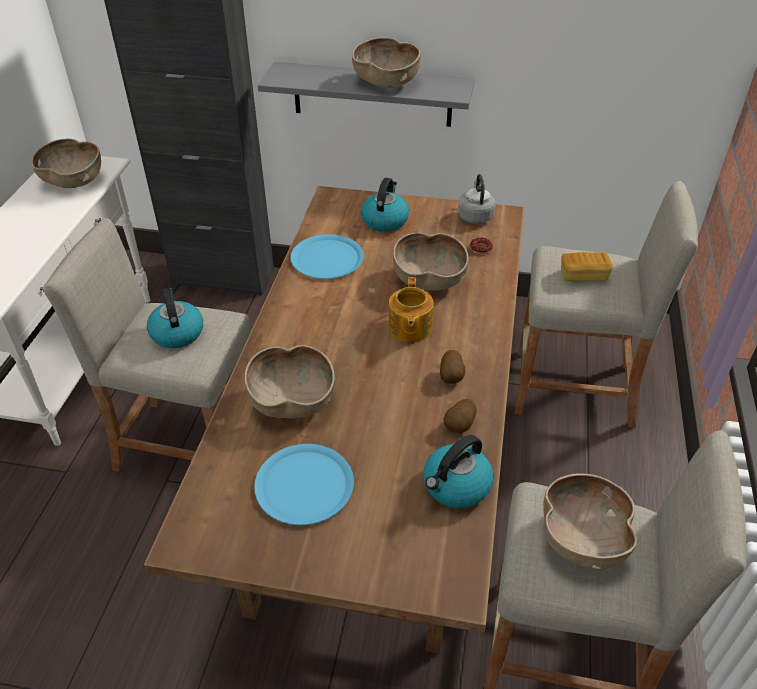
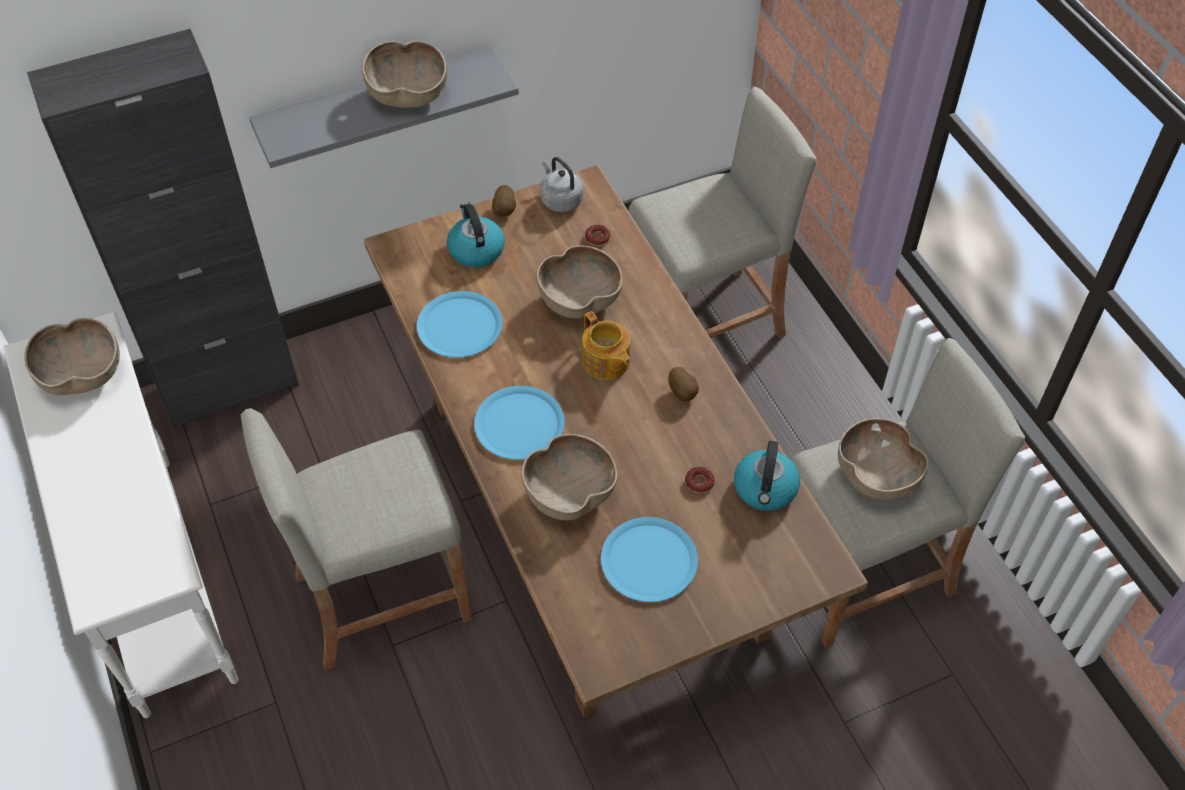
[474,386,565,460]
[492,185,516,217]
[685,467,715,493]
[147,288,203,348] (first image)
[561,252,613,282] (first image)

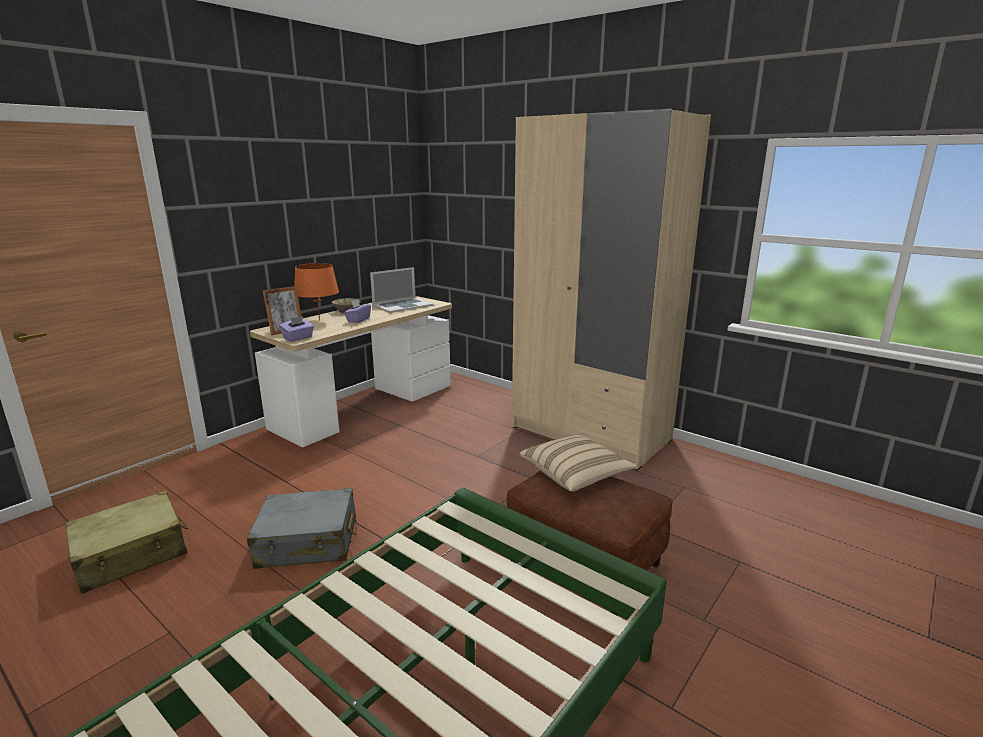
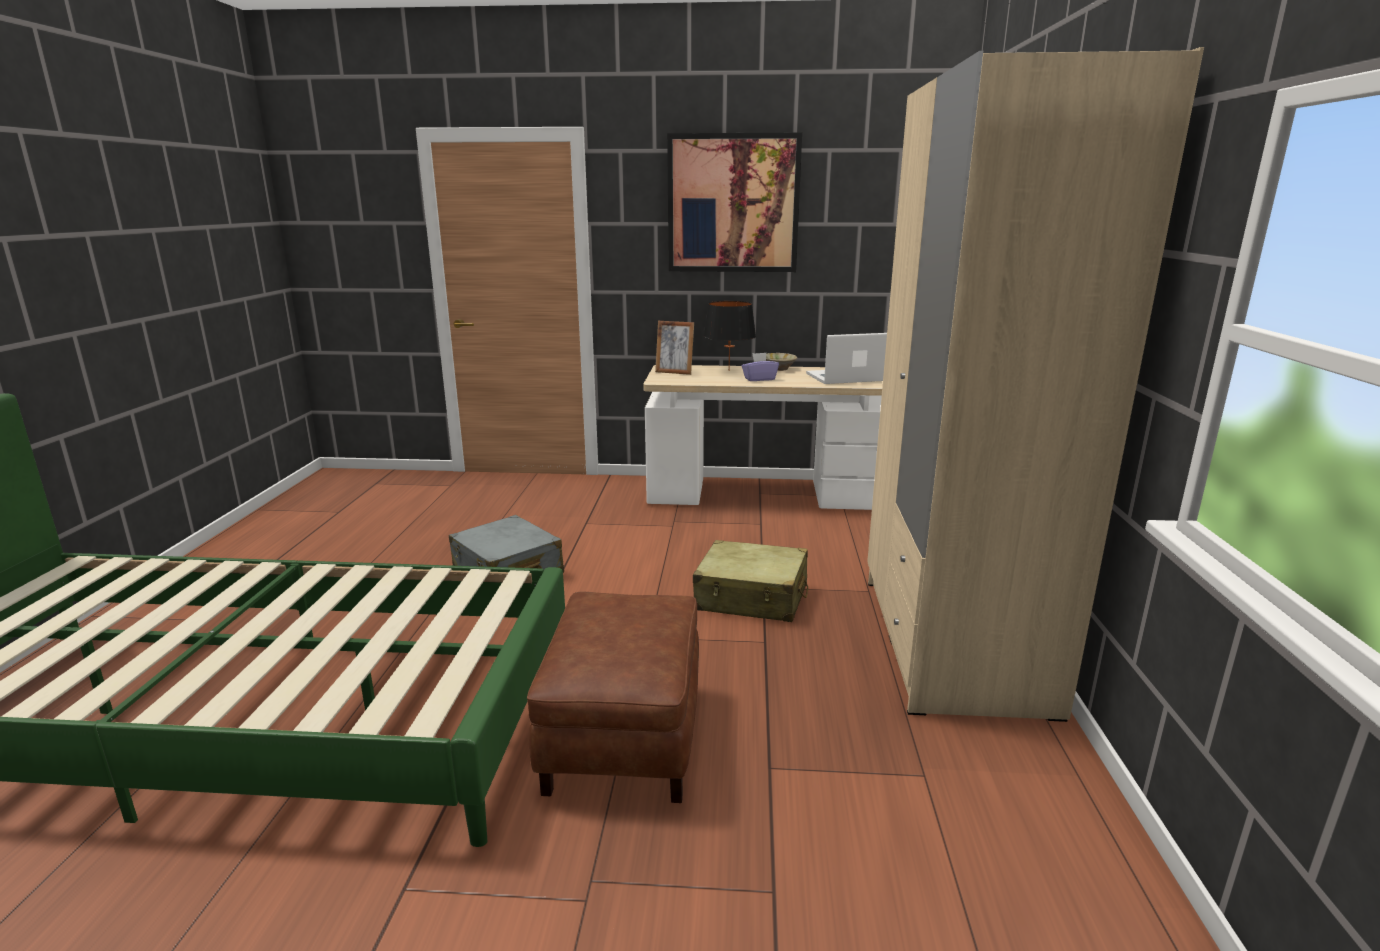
[667,133,802,272]
[693,540,808,622]
[703,301,756,370]
[806,333,887,384]
[279,316,314,342] (first image)
[520,433,637,492] (first image)

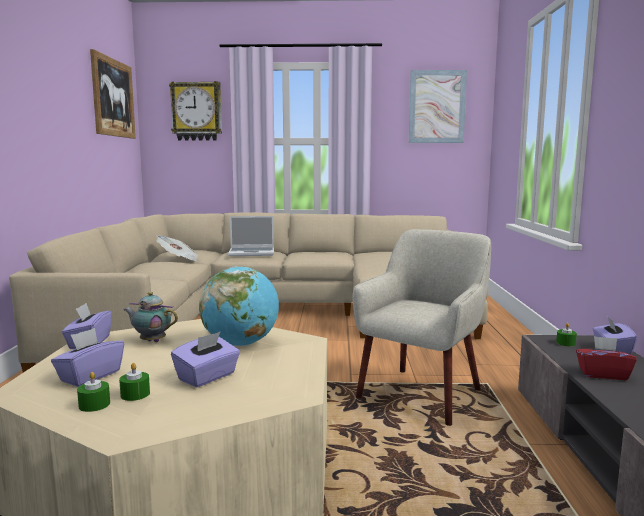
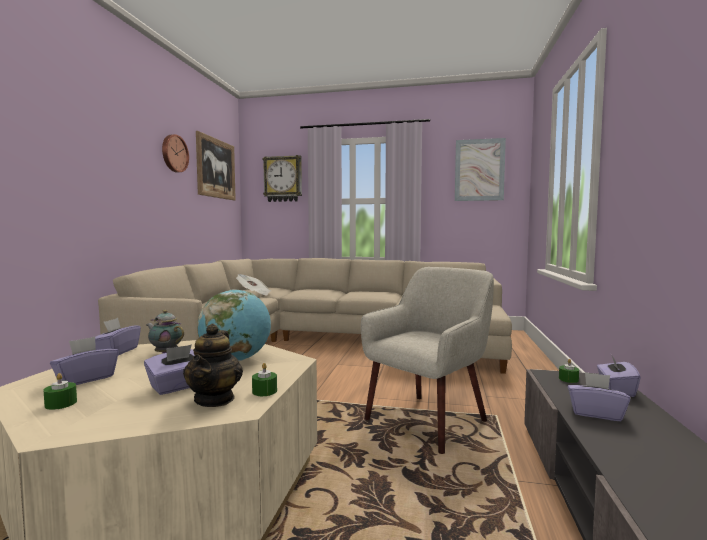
[162,134,189,172]
[183,324,243,407]
[252,363,277,396]
[568,372,630,421]
[228,216,274,256] (first image)

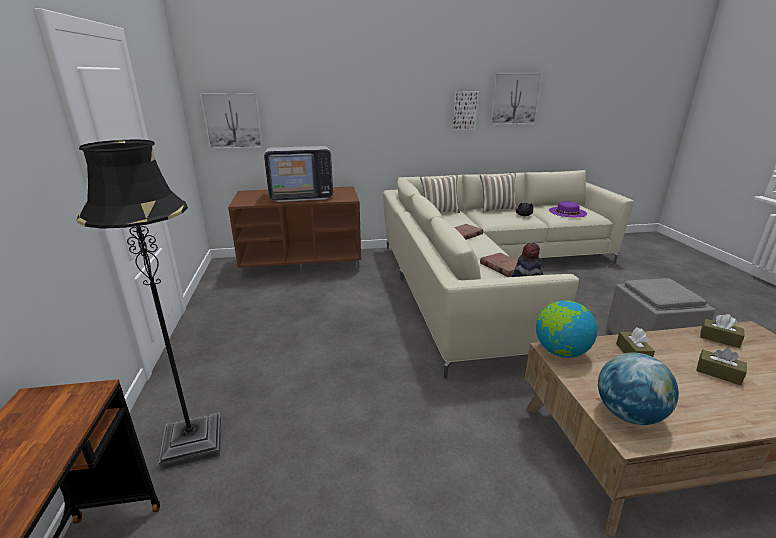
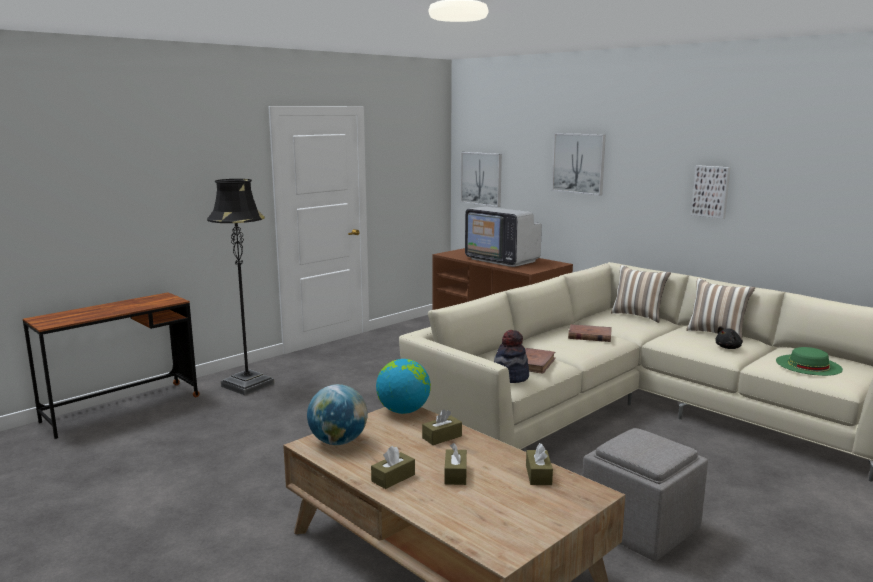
[371,446,415,489]
[552,133,606,195]
[776,347,843,376]

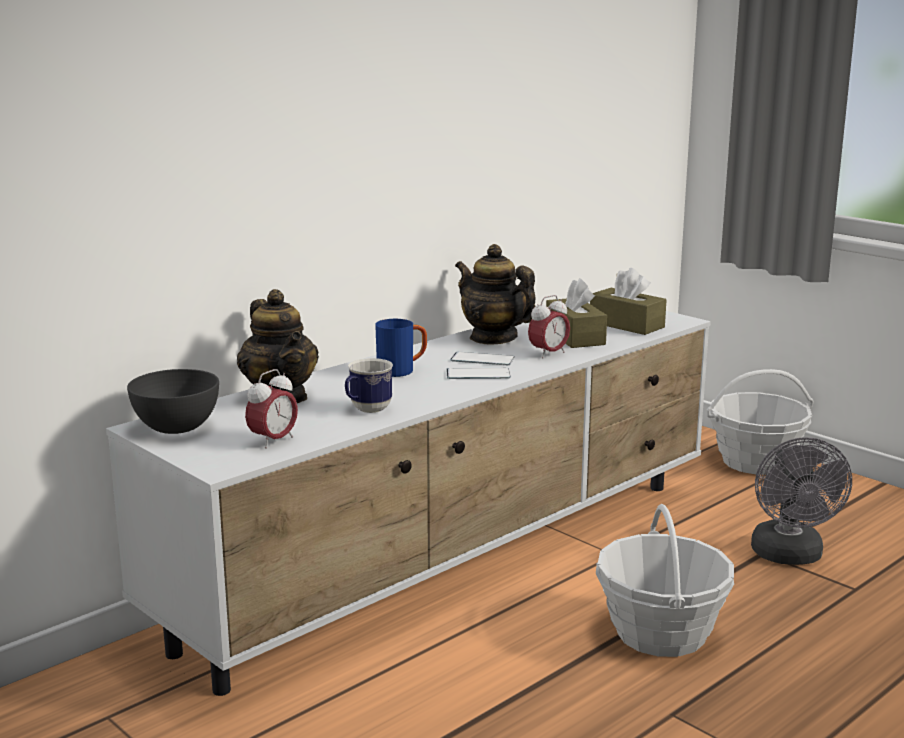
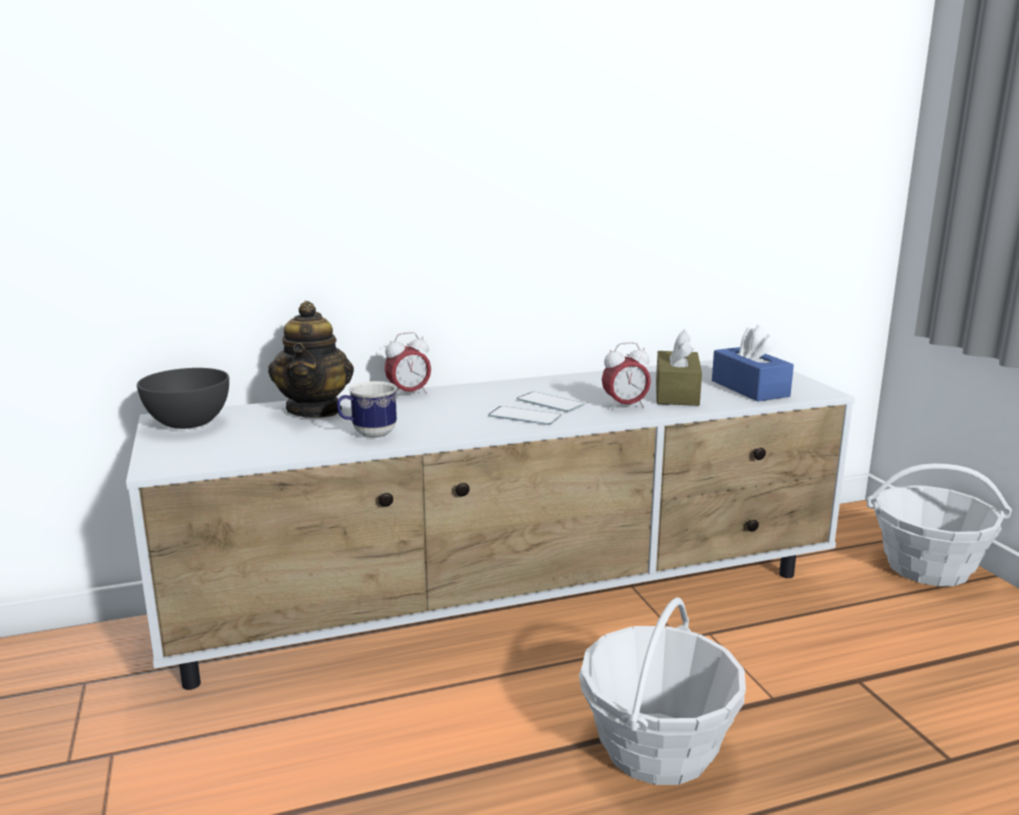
[385,332,431,398]
[712,325,794,401]
[375,319,427,377] (first image)
[455,244,536,344] (first image)
[751,437,852,565] (first image)

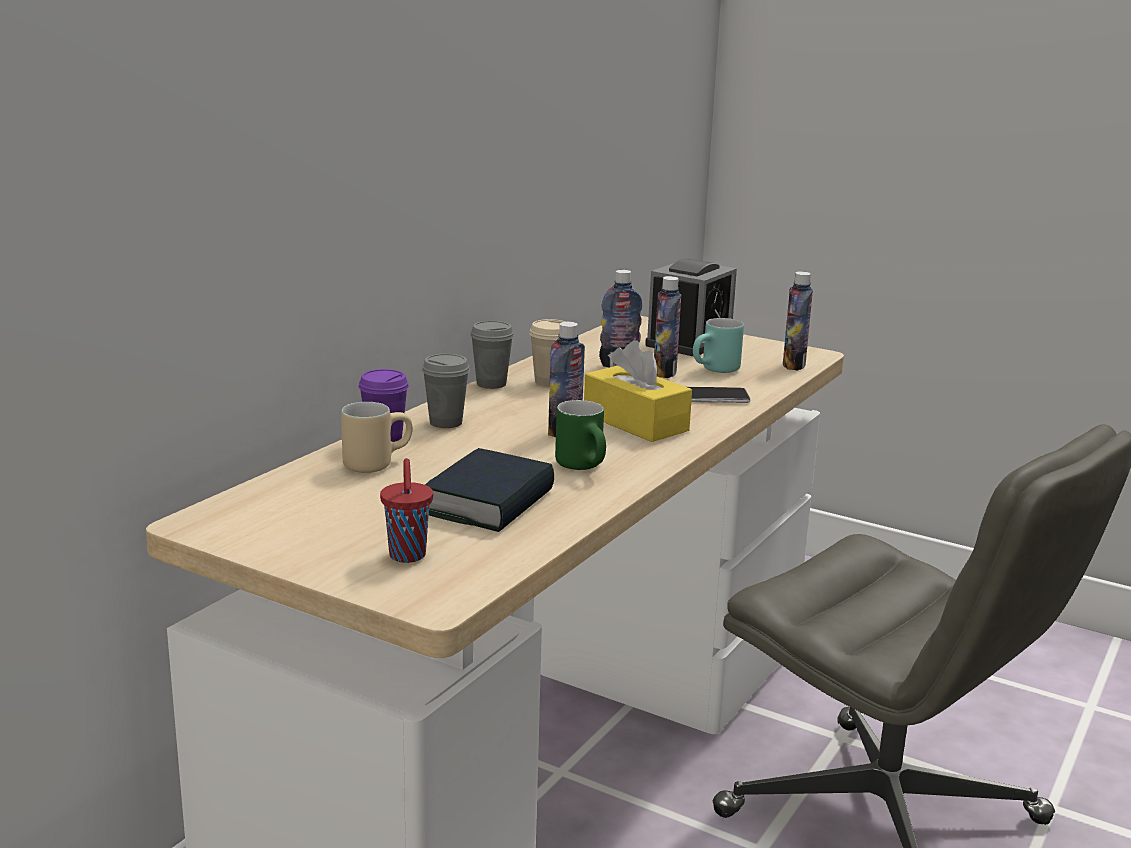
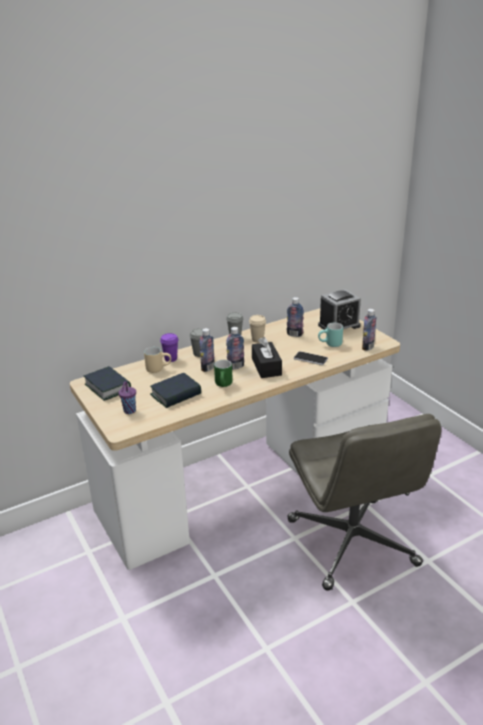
[84,366,131,401]
[118,381,136,414]
[200,328,215,372]
[252,337,282,378]

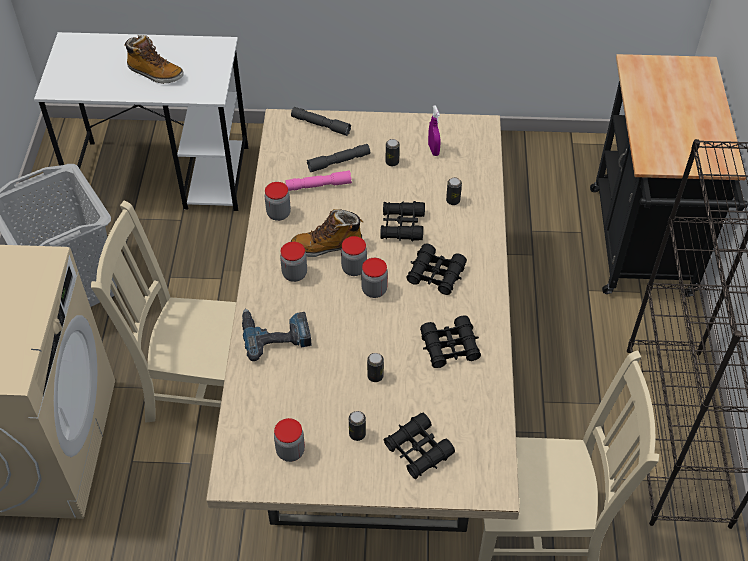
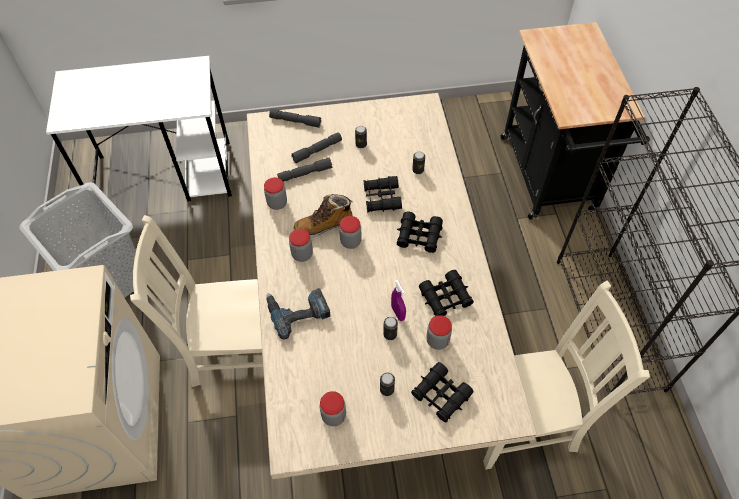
[277,158,332,182]
[391,280,406,321]
[426,315,452,350]
[124,35,184,84] (first image)

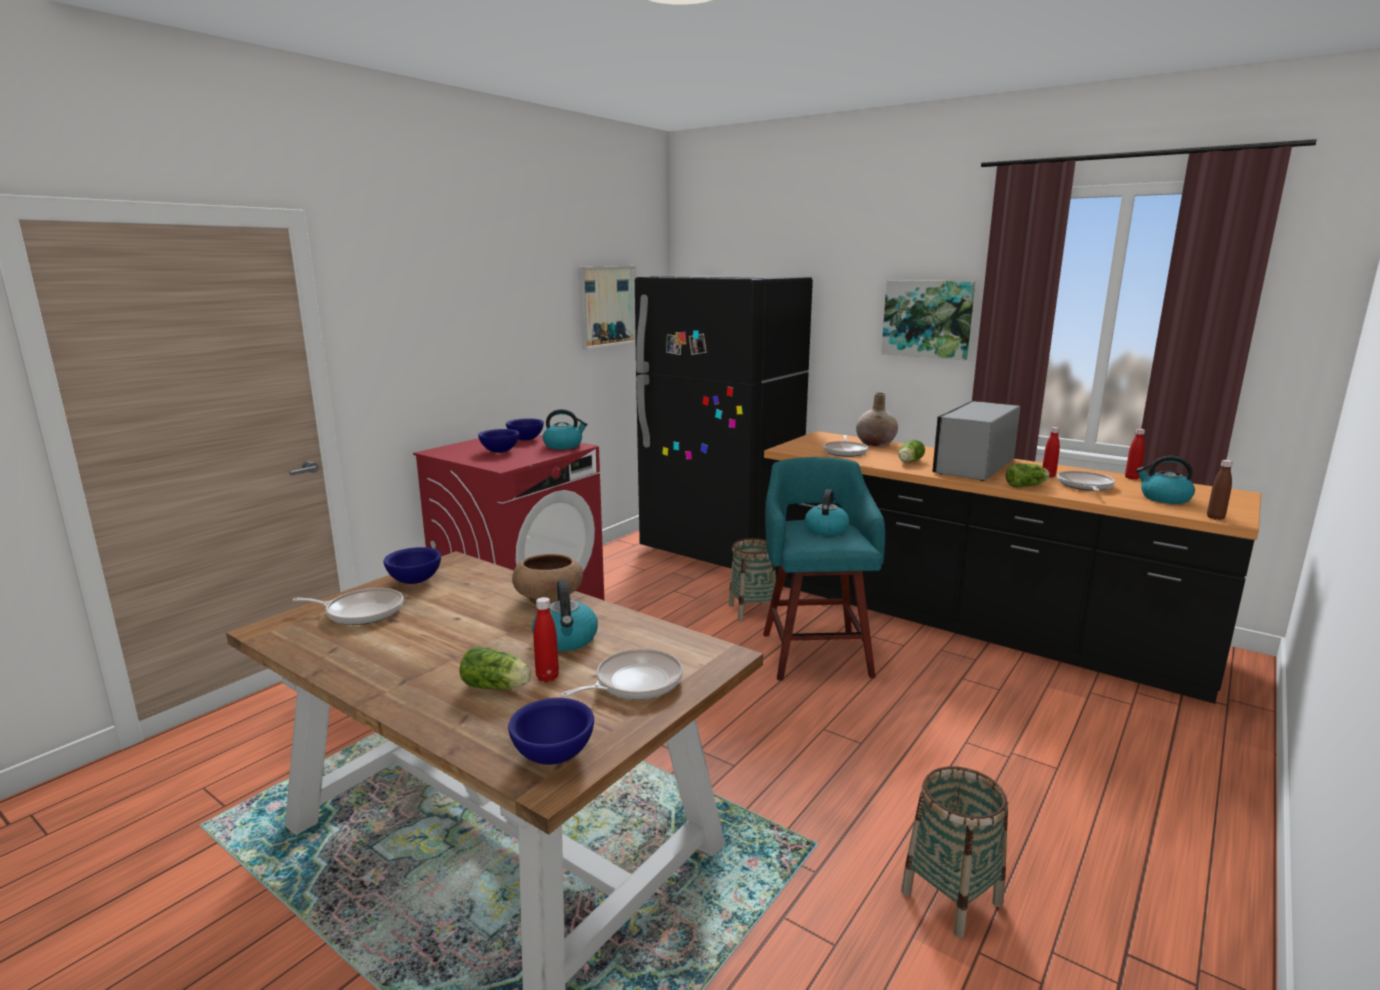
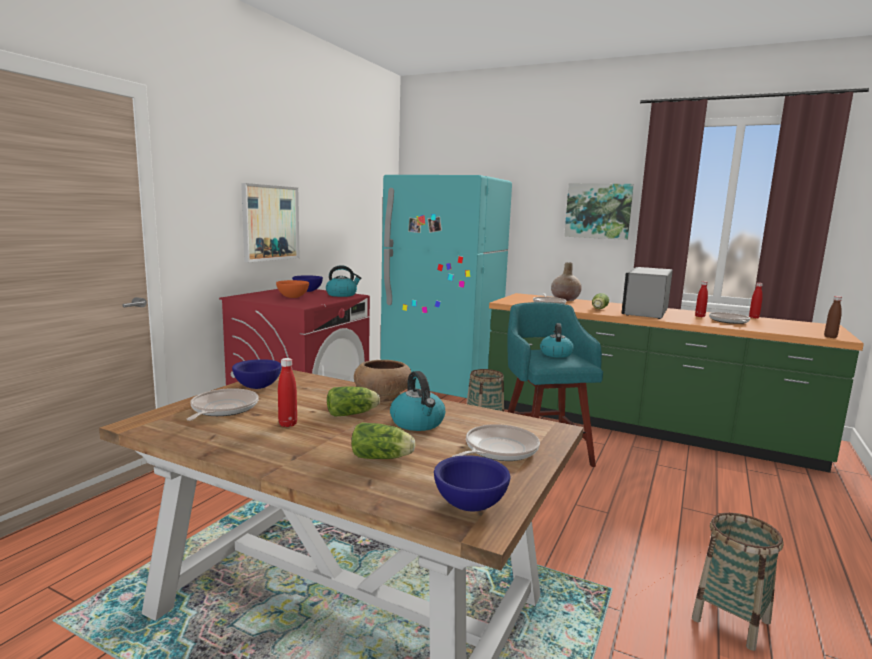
[187,388,259,421]
[241,183,300,262]
[276,280,309,298]
[278,358,297,427]
[327,386,380,417]
[380,175,512,398]
[488,293,864,473]
[1136,456,1195,504] (first image)

